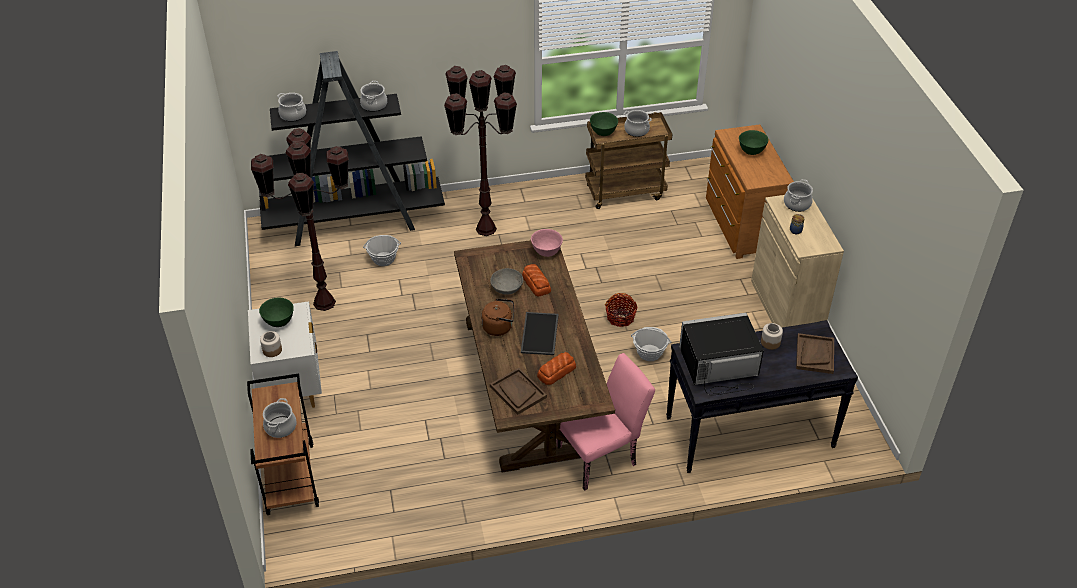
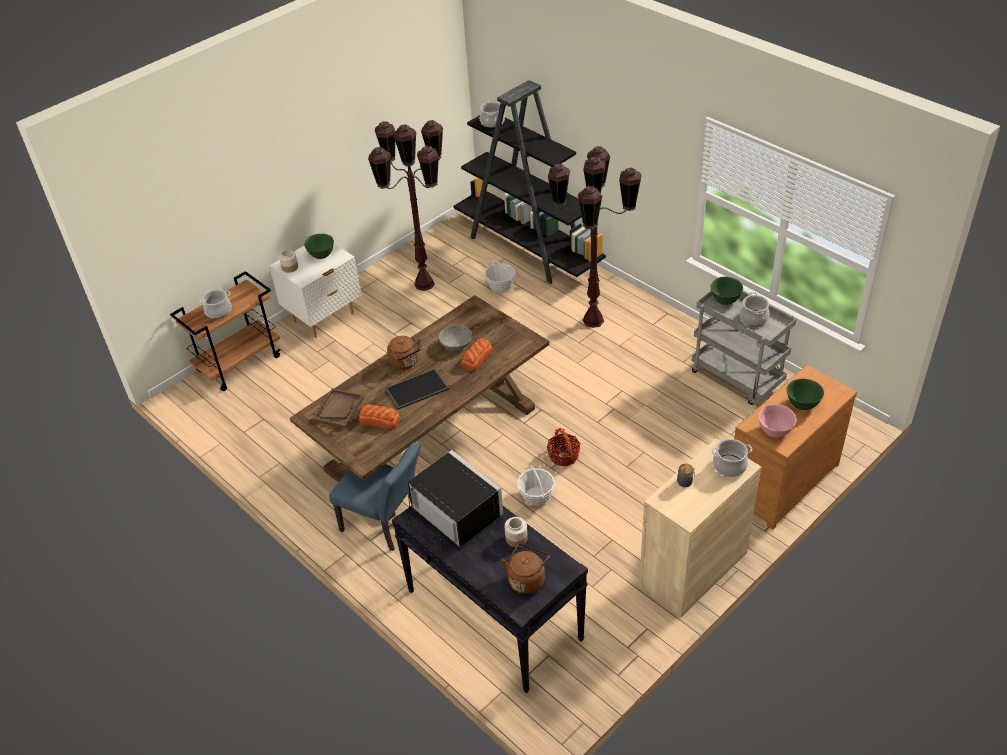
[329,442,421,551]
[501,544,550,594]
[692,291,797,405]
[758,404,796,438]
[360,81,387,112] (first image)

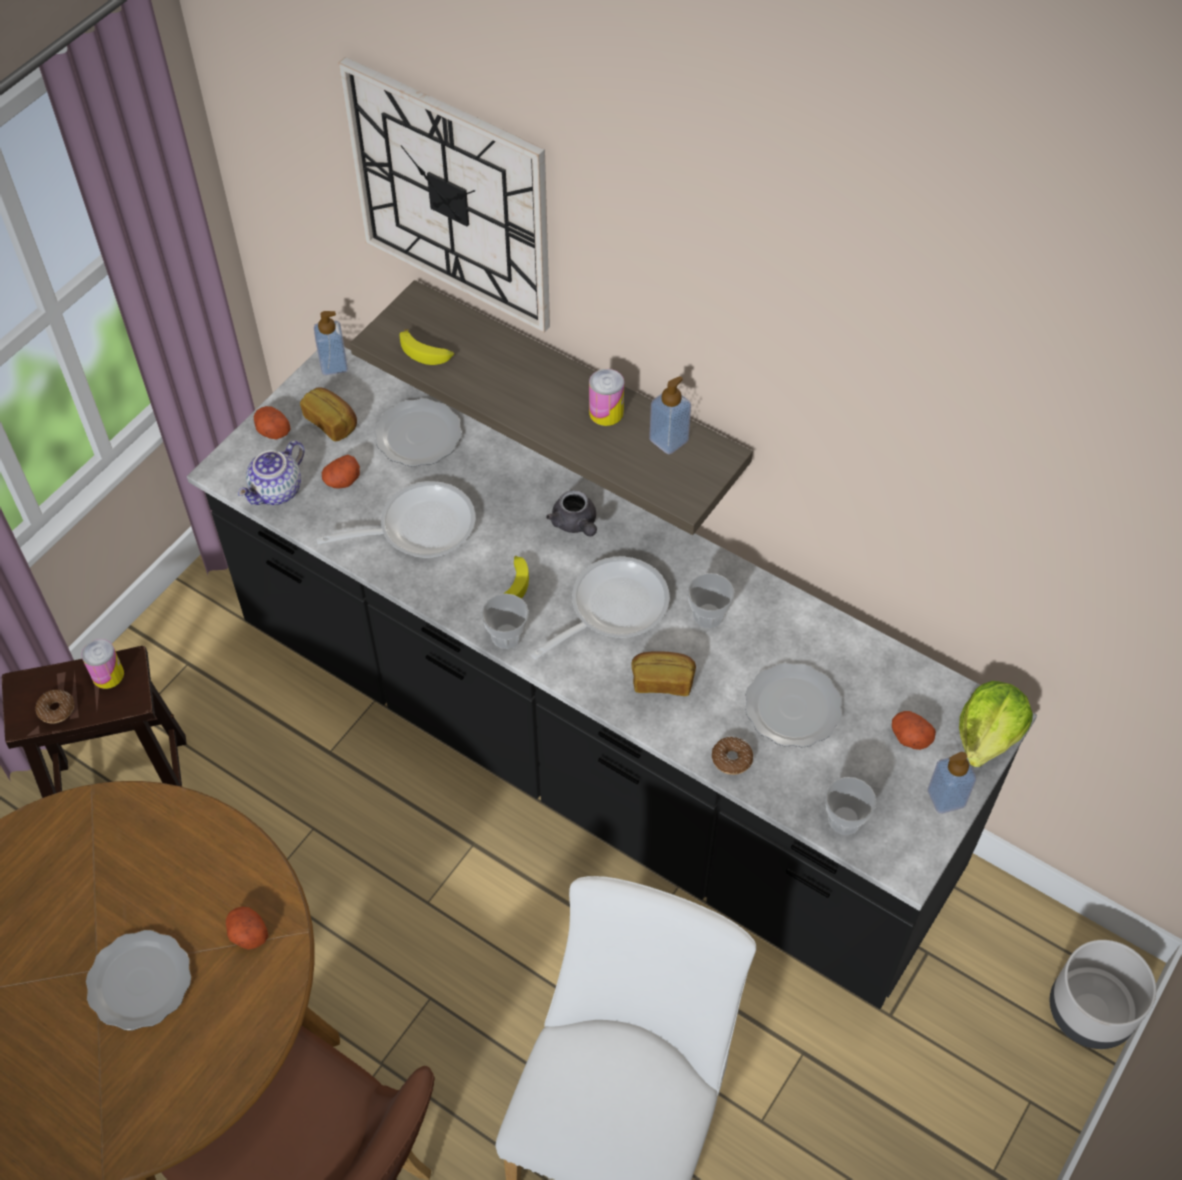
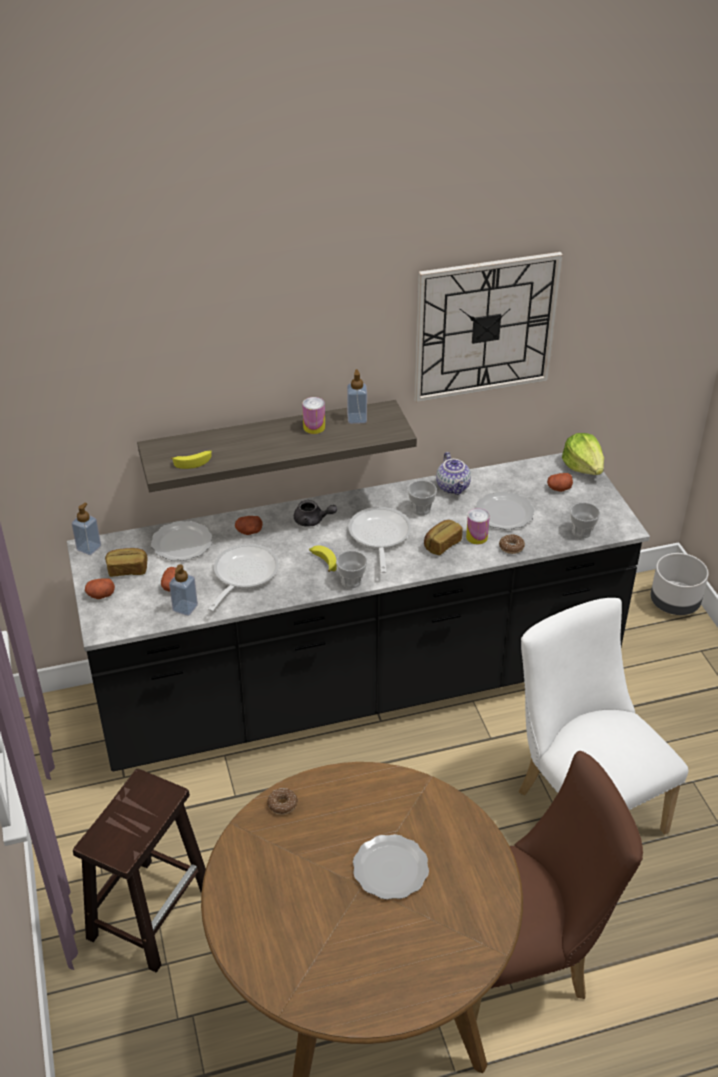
[169,564,198,616]
[235,516,262,535]
[267,788,298,815]
[414,252,563,402]
[436,452,471,495]
[466,508,490,544]

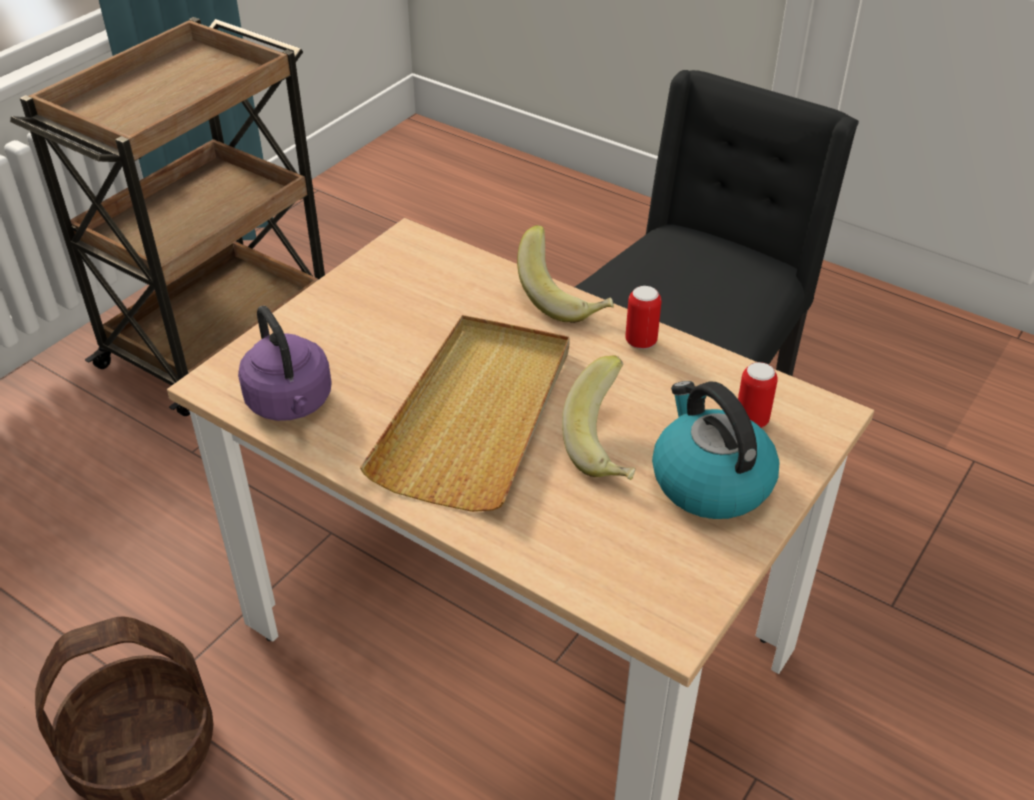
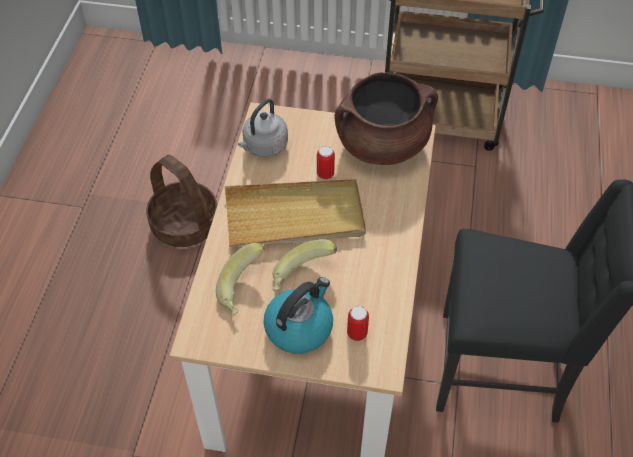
[216,243,265,316]
[238,99,288,157]
[317,146,335,180]
[335,72,438,165]

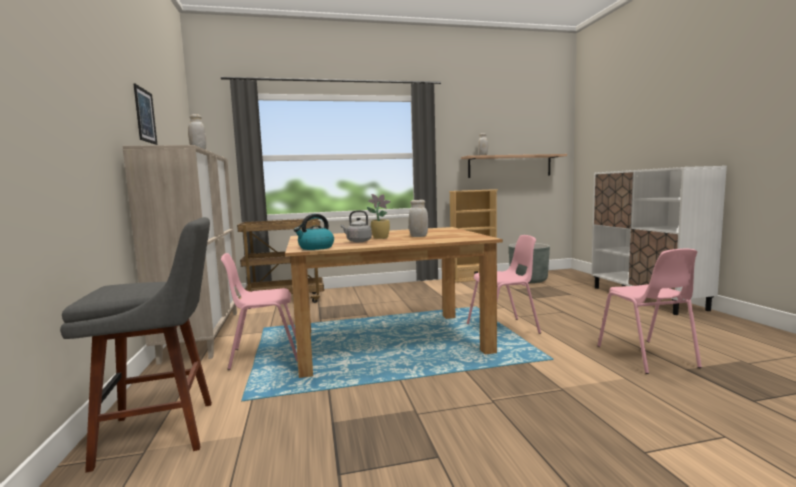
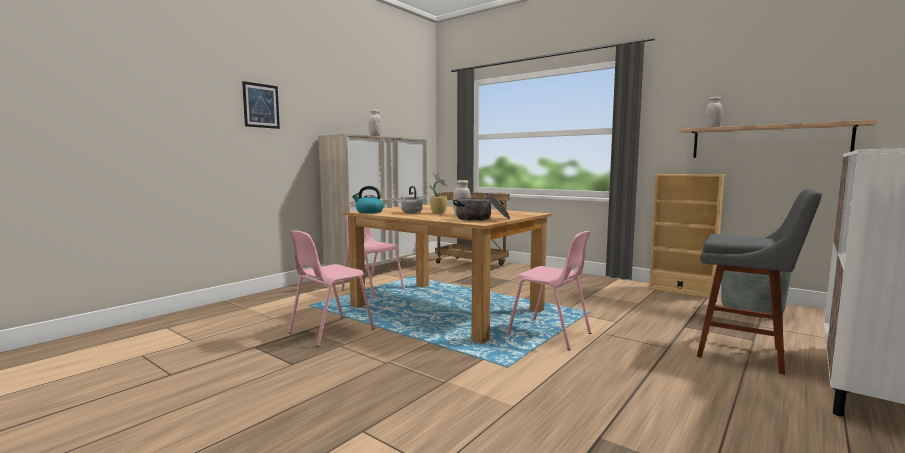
[242,81,280,129]
[288,230,374,347]
[453,193,510,221]
[697,188,822,374]

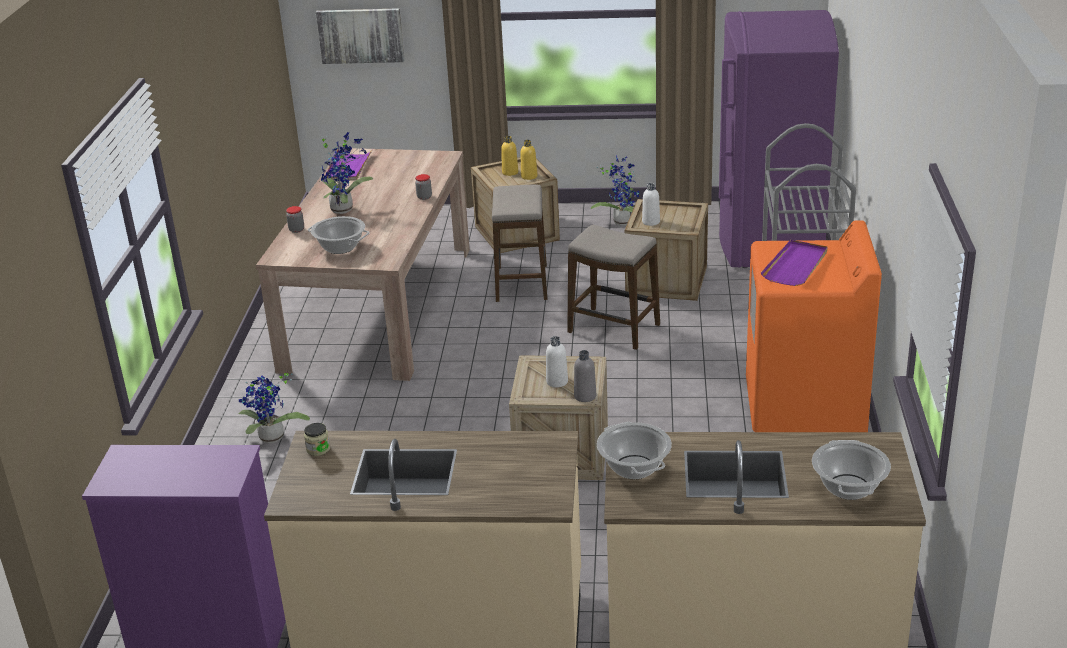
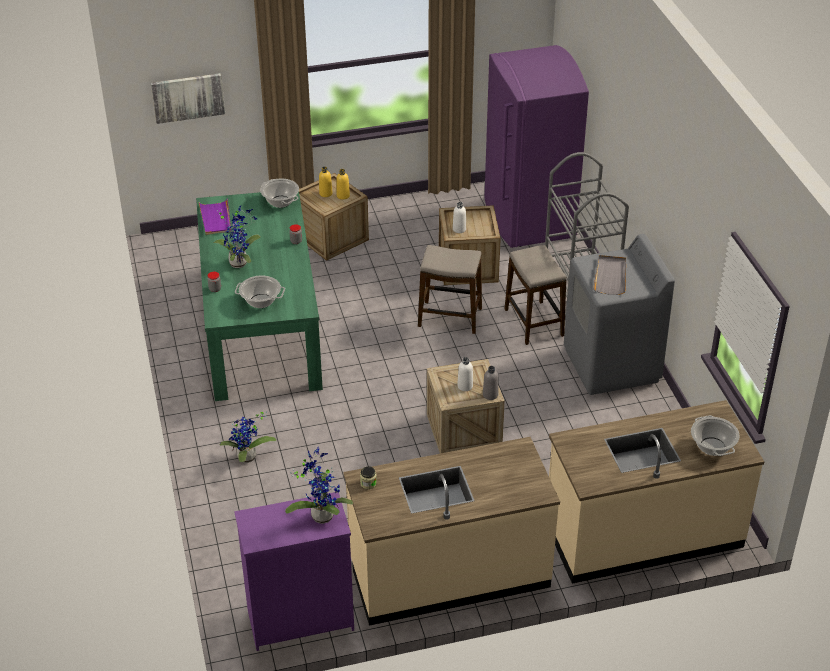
[196,192,323,401]
[260,179,299,208]
[285,446,353,524]
[505,245,566,345]
[564,234,675,395]
[593,255,626,295]

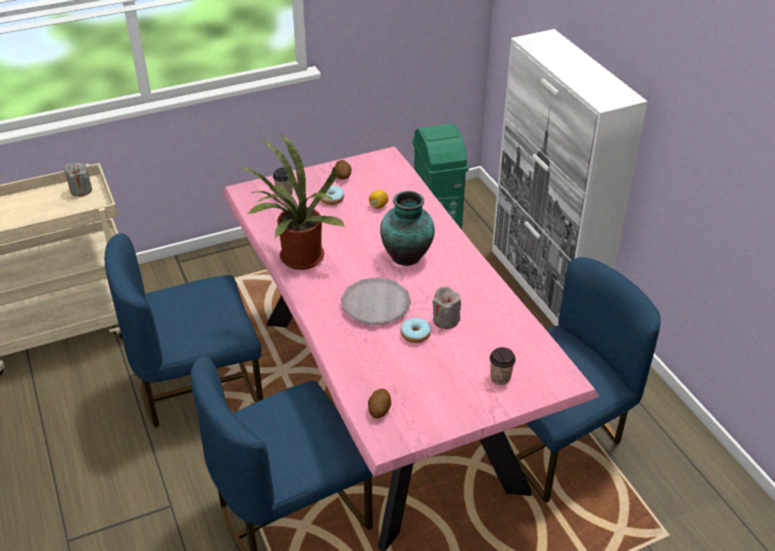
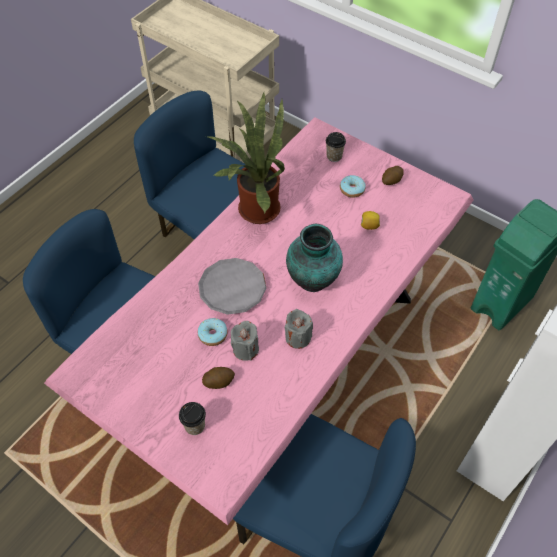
[202,367,235,389]
[285,309,313,349]

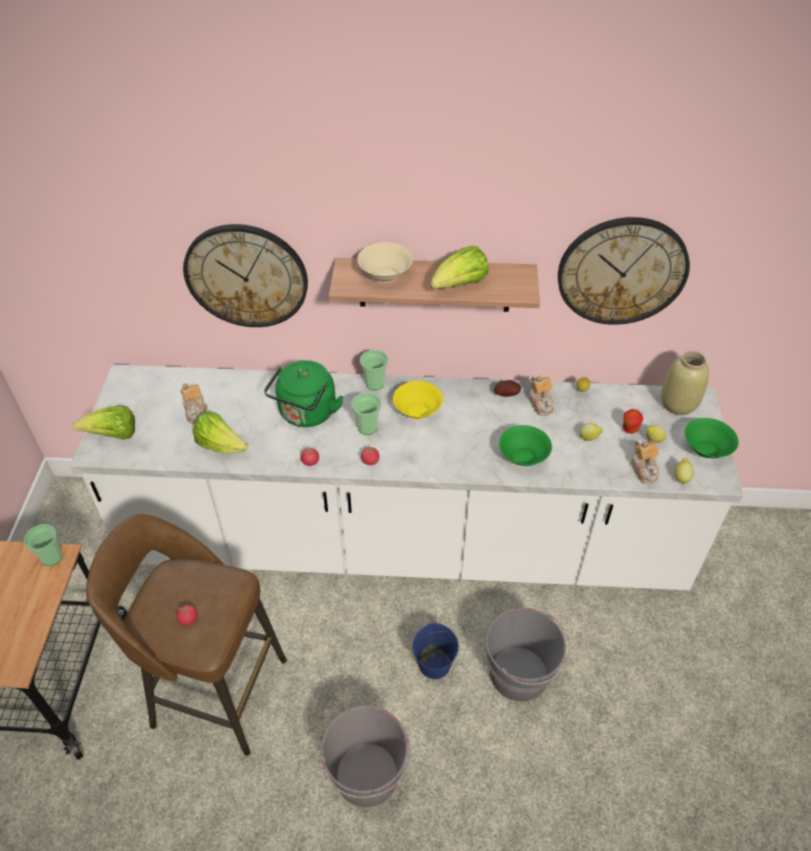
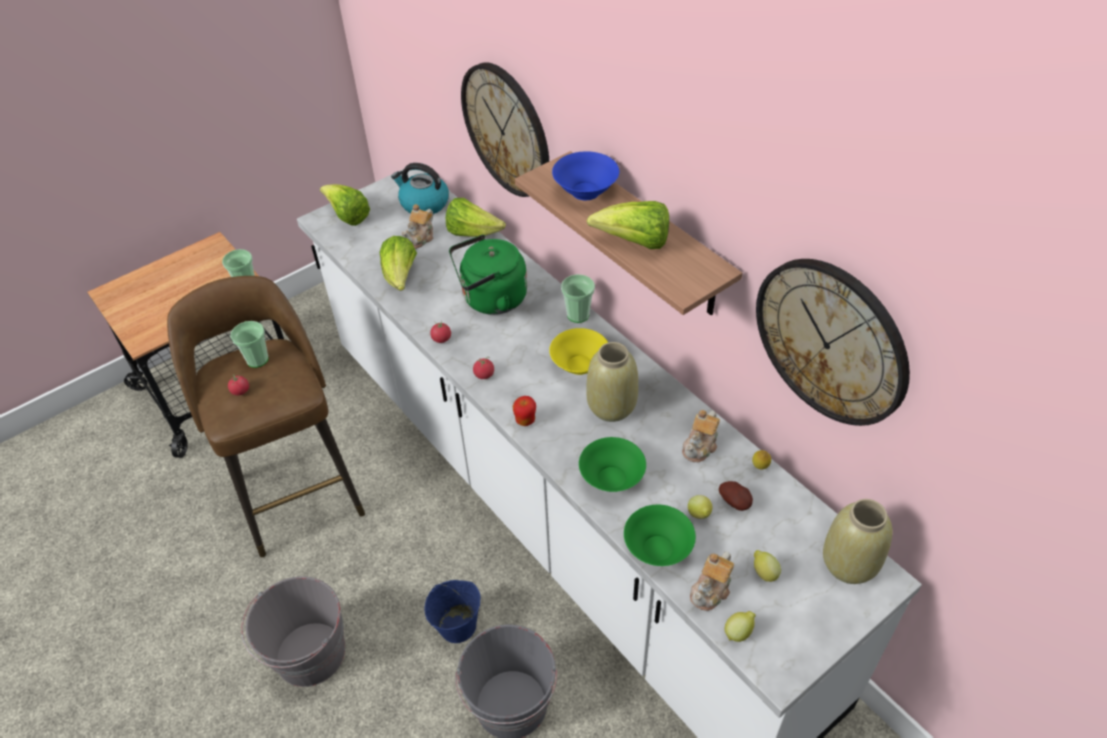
[230,321,269,368]
[391,163,449,214]
[446,198,506,237]
[513,396,536,426]
[552,151,619,200]
[586,342,638,422]
[624,505,696,566]
[719,481,753,511]

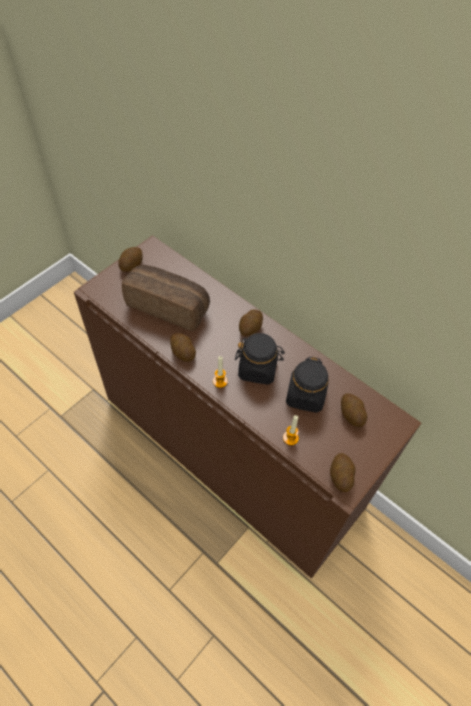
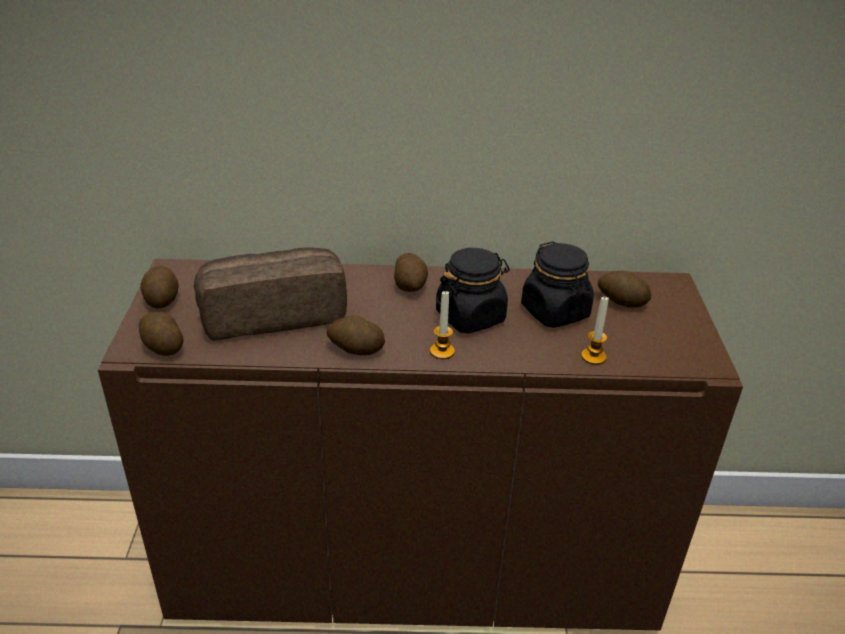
[139,312,184,356]

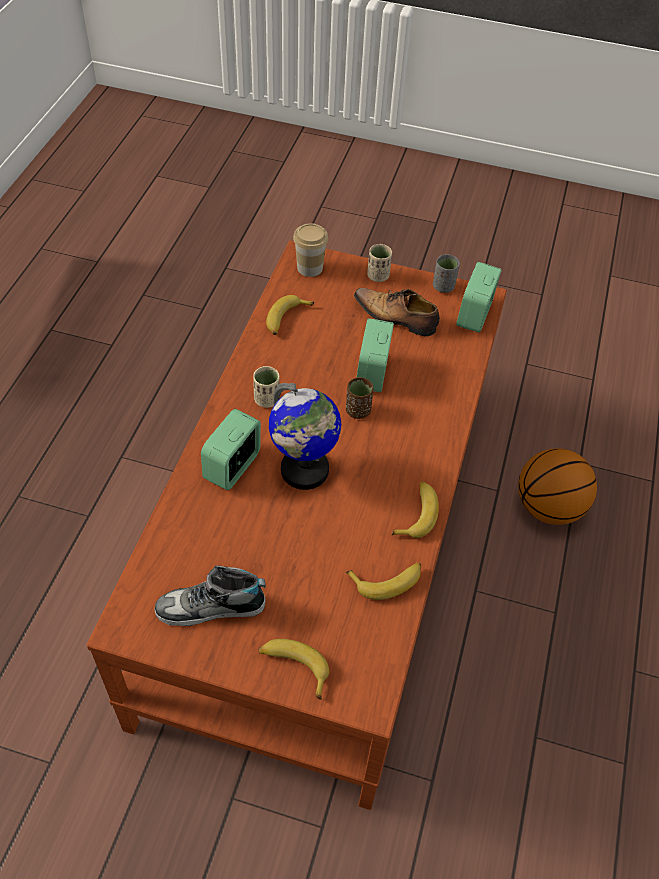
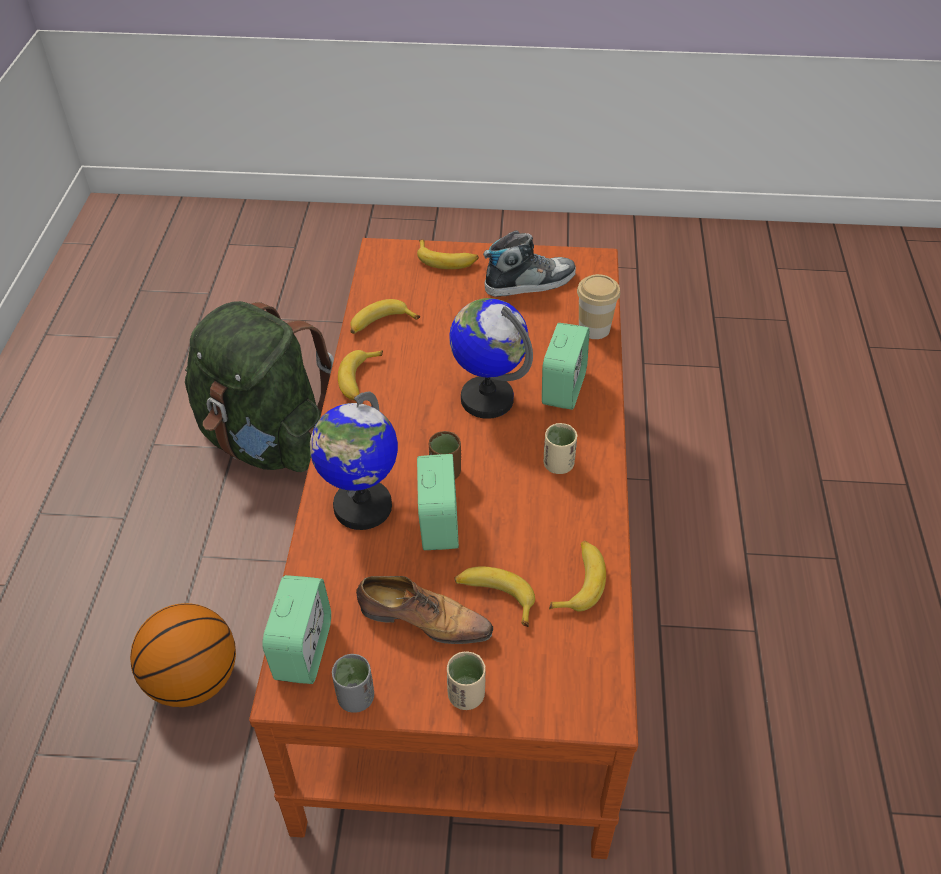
[185,301,334,472]
[310,391,398,530]
[454,567,535,627]
[577,274,620,339]

